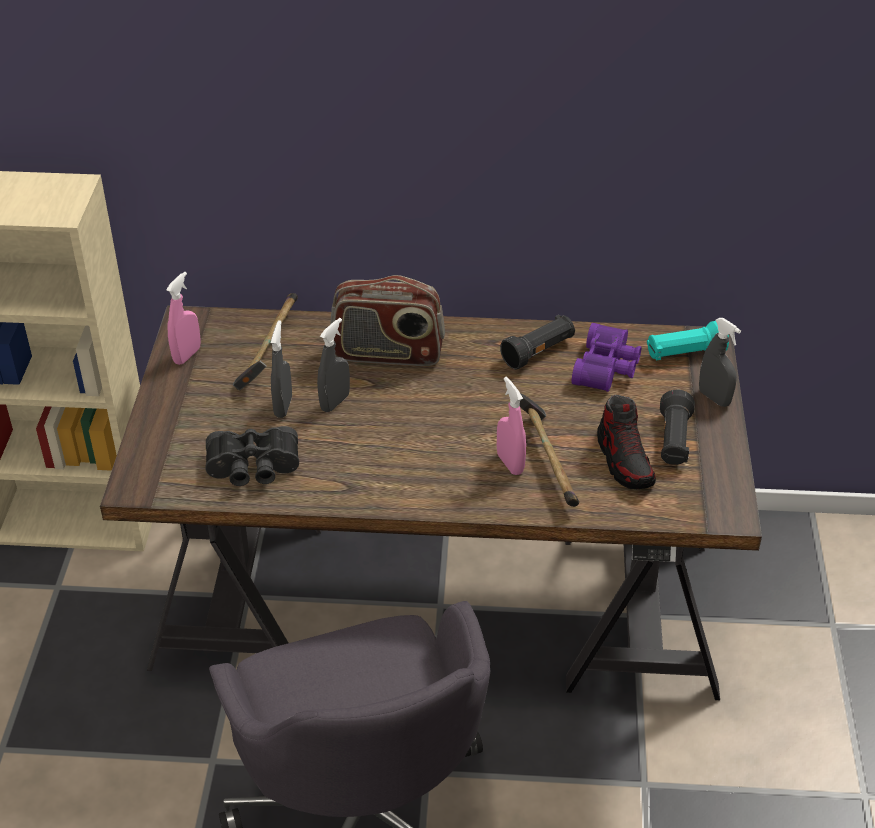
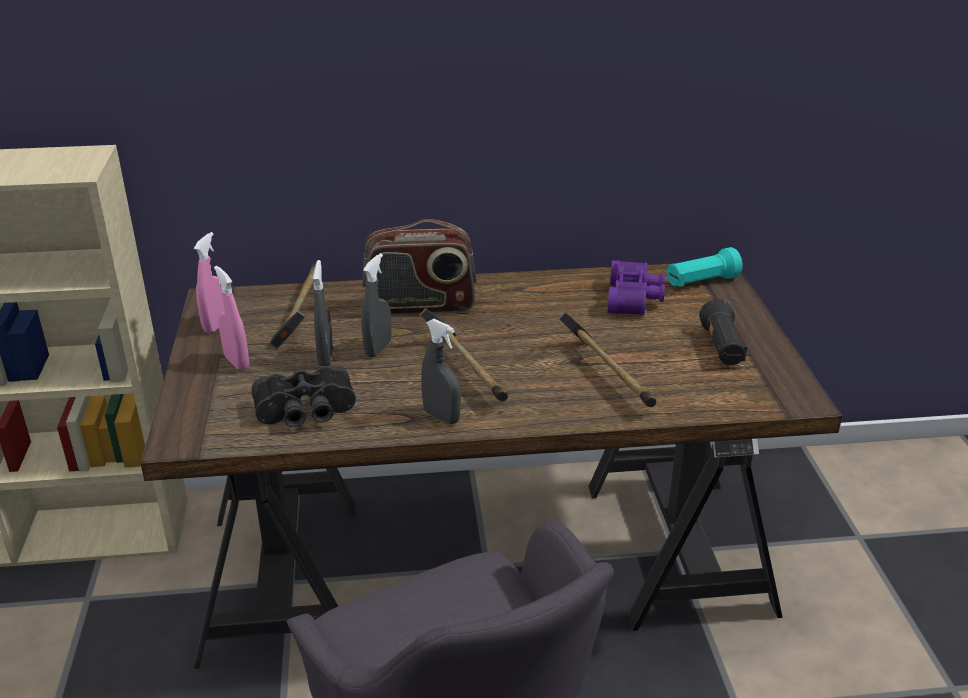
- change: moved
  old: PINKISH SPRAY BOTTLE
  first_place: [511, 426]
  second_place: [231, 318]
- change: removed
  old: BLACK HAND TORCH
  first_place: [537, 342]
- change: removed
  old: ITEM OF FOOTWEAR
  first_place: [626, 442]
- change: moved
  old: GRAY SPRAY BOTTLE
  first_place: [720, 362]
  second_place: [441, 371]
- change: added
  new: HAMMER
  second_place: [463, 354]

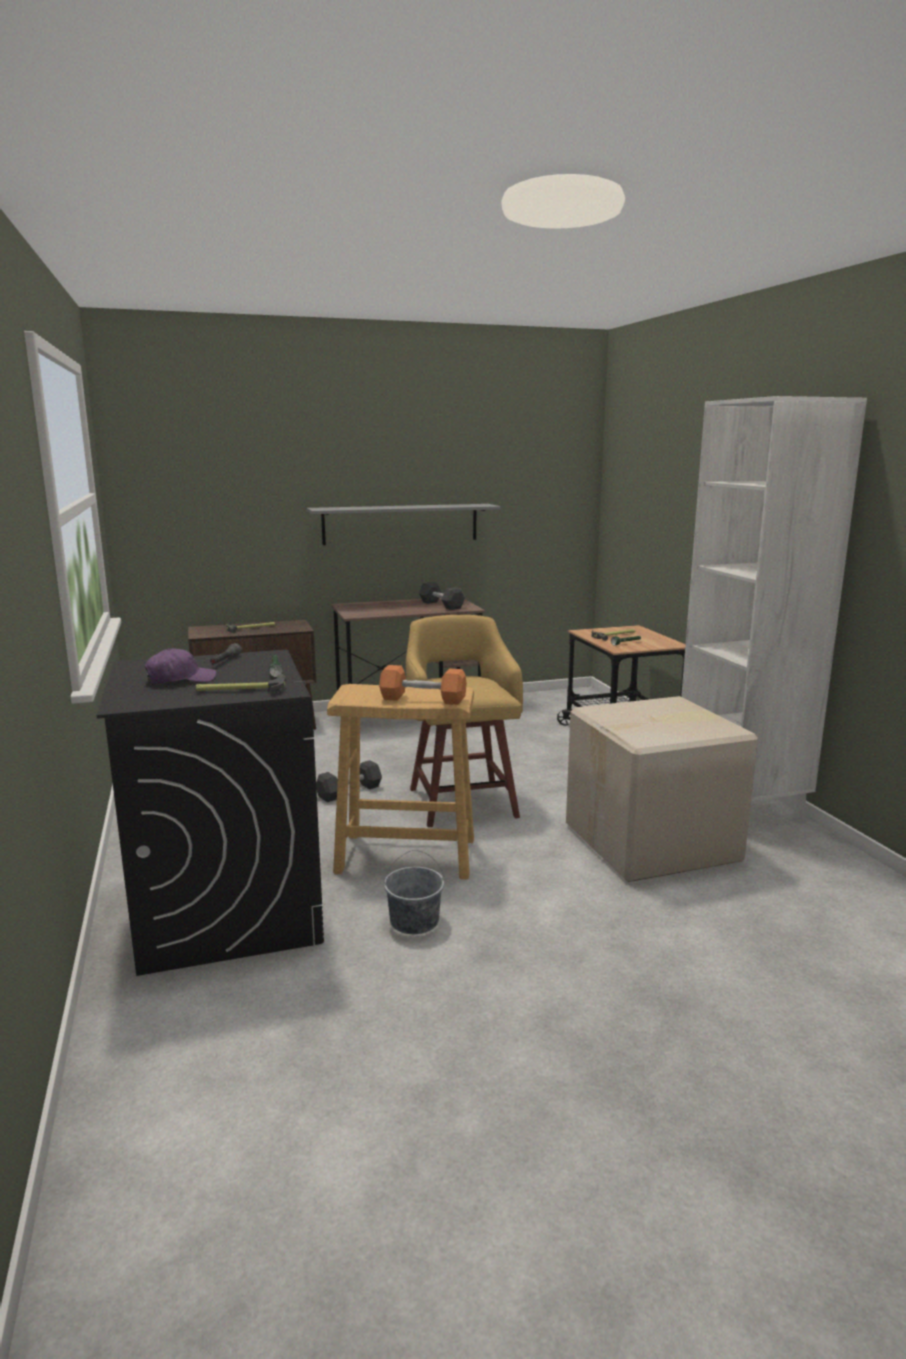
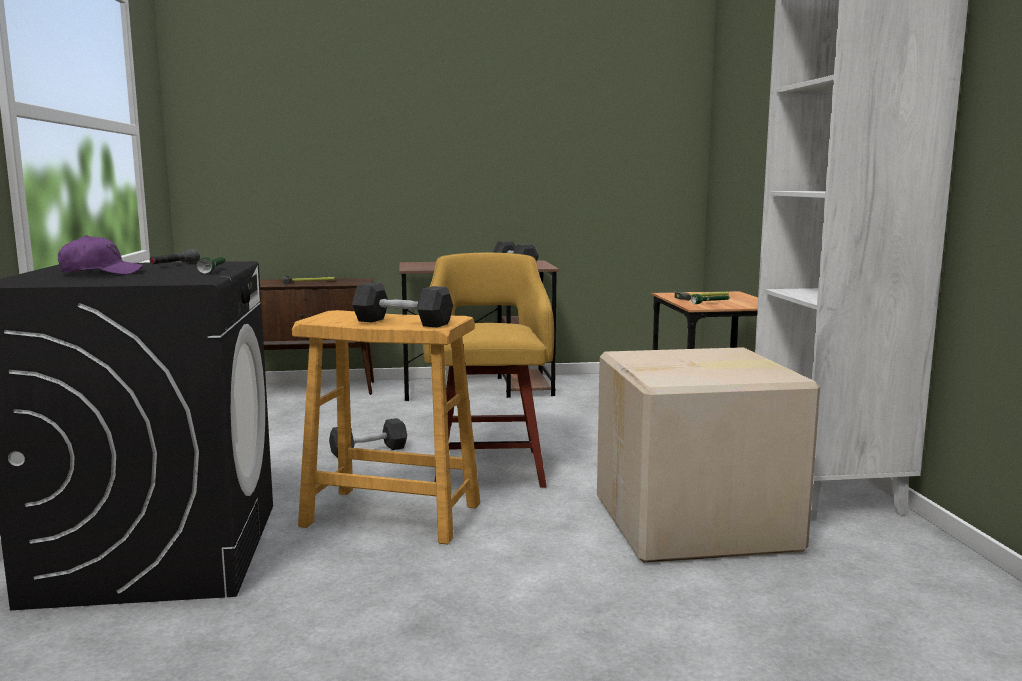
- change: removed
  old: HAMMER
  first_place: [241, 685]
- change: removed
  old: GRAY WALL SHELF
  first_place: [403, 524]
- change: recoloured
  old: ORANGE FREE WEIGHT
  new: BLACK FREE WEIGHT
  first_place: [423, 685]
  second_place: [402, 305]
- change: removed
  old: GRAY PAIL
  first_place: [414, 892]

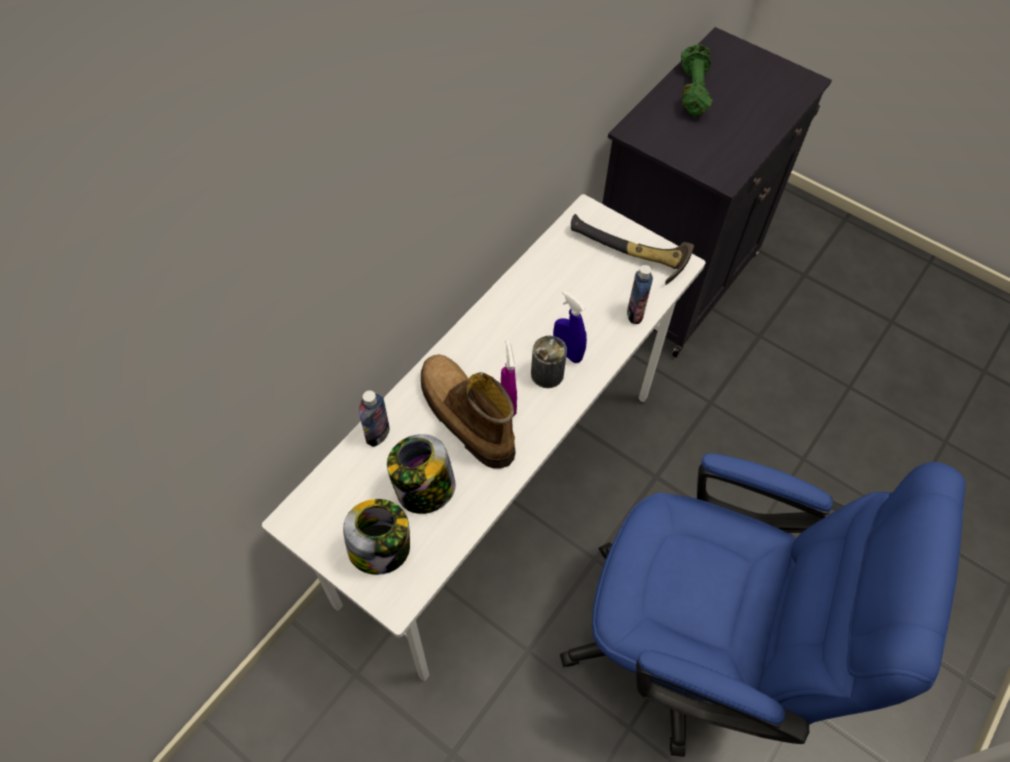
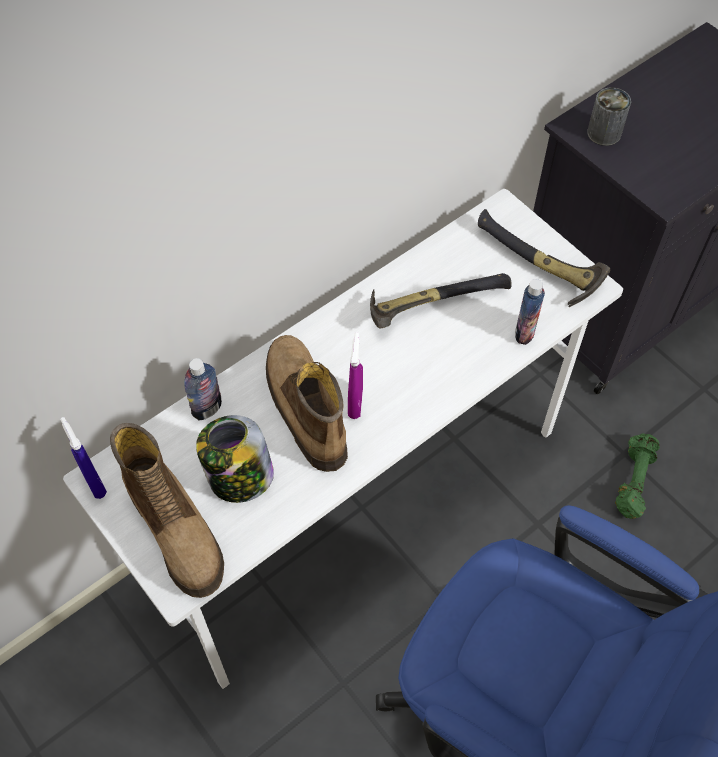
- change: replaced
  old: JAR
  new: TALL BOOT
  first_place: [376, 537]
  second_place: [167, 510]
- change: moved
  old: CAN
  first_place: [549, 362]
  second_place: [609, 116]
- change: moved
  old: BLUE-COLOURED SPRAY BOTTLE
  first_place: [570, 326]
  second_place: [83, 458]
- change: moved
  old: GREEN FREE WEIGHT
  first_place: [697, 80]
  second_place: [637, 476]
- change: added
  new: HAMMER
  second_place: [441, 301]

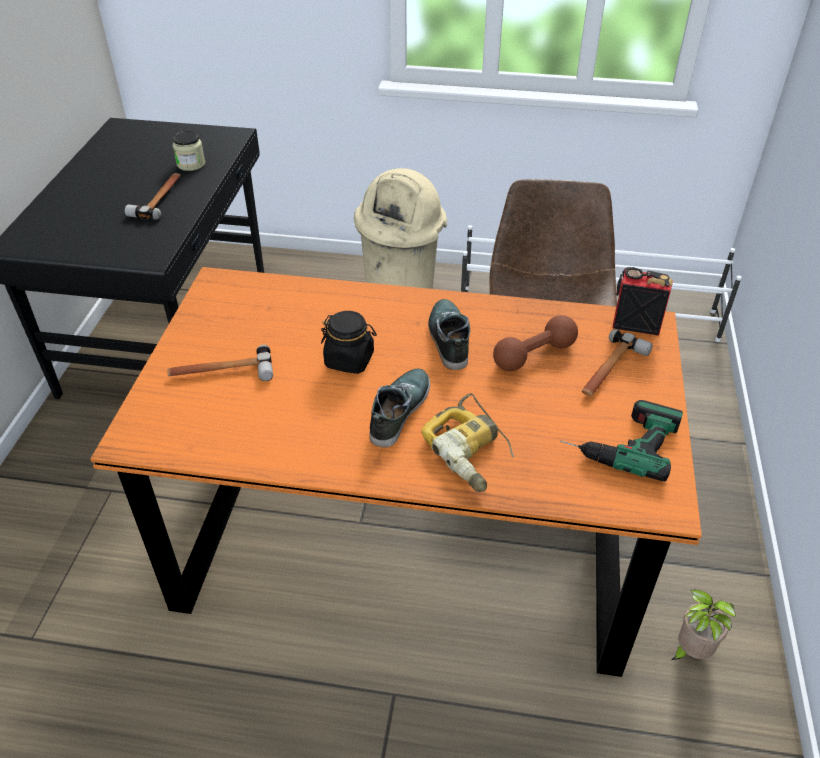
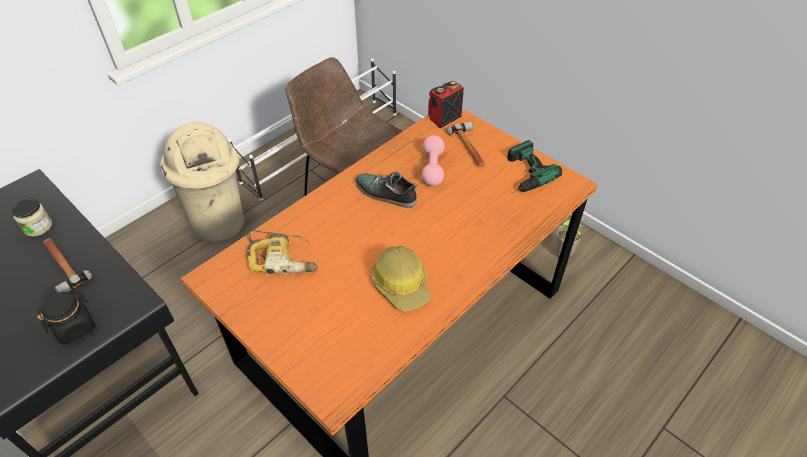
- change: removed
  old: HAMMER
  first_place: [220, 363]
- change: moved
  old: BLACK JAR
  first_place: [349, 342]
  second_place: [66, 318]
- change: removed
  old: ITEM OF FOOTWEAR
  first_place: [399, 407]
- change: moved
  old: POWER DRILL
  first_place: [467, 442]
  second_place: [282, 252]
- change: recoloured
  old: BROWNISH FREE WEIGHT
  new: PINKISH FREE WEIGHT
  first_place: [535, 343]
  second_place: [433, 160]
- change: added
  new: WORK HELMET
  second_place: [401, 279]

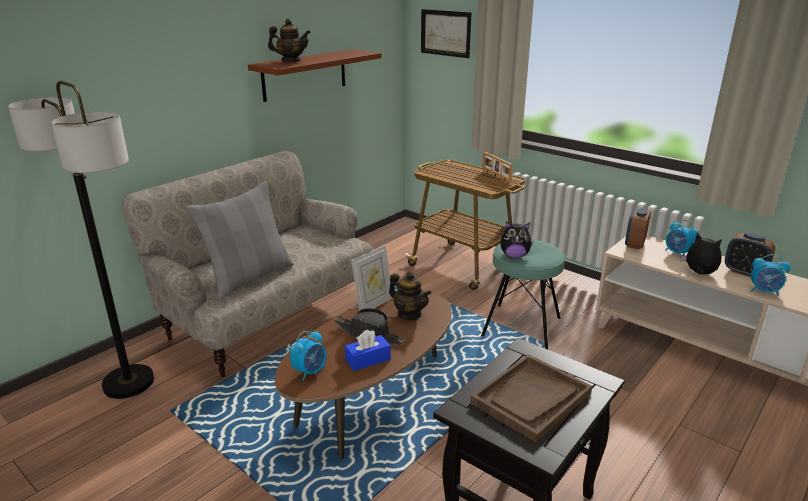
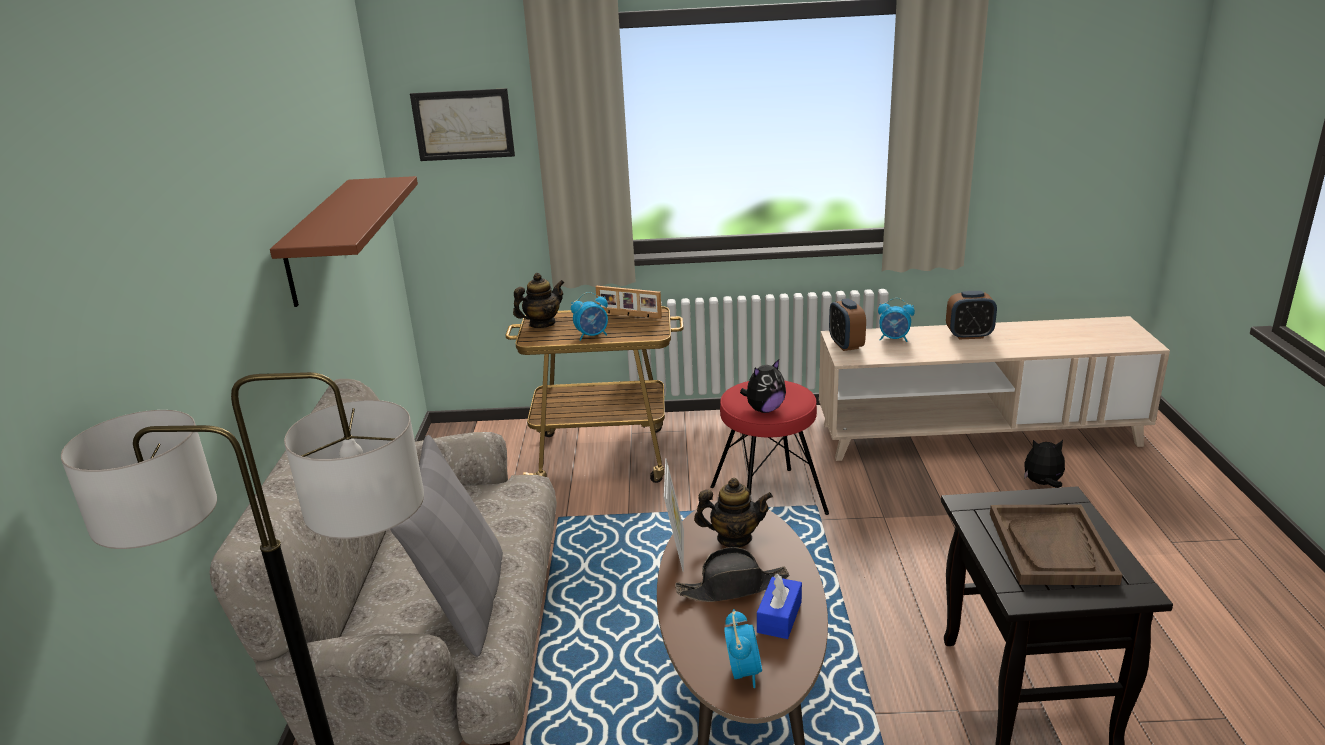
- change: moved
  old: TEA POT
  first_place: [289, 40]
  second_place: [539, 300]
- change: recoloured
  old: TURQUOISE STOOL
  new: RED STOOL
  first_place: [523, 294]
  second_place: [769, 447]
- change: moved
  old: SOFT TOY
  first_place: [701, 253]
  second_place: [1044, 464]
- change: moved
  old: TABLE CLOCK
  first_place: [770, 275]
  second_place: [589, 316]

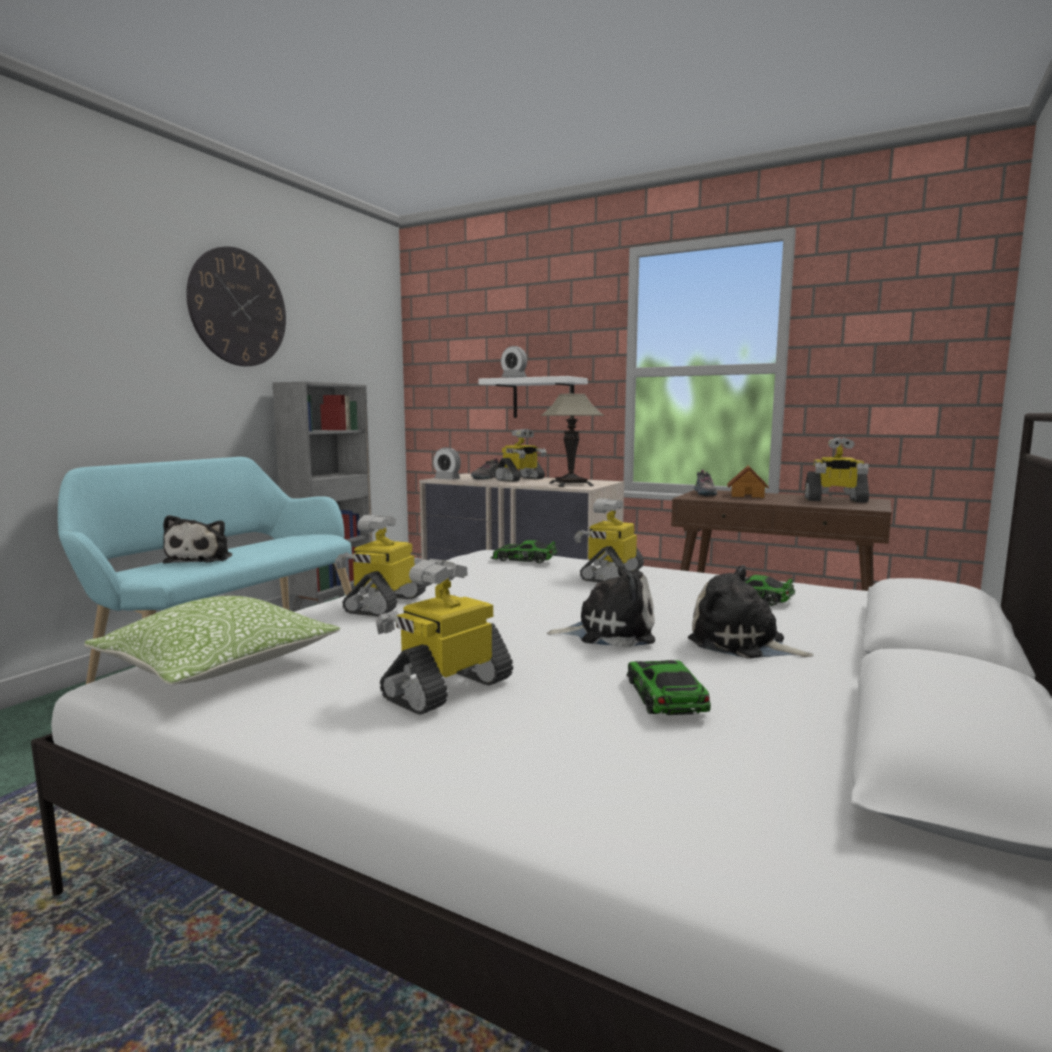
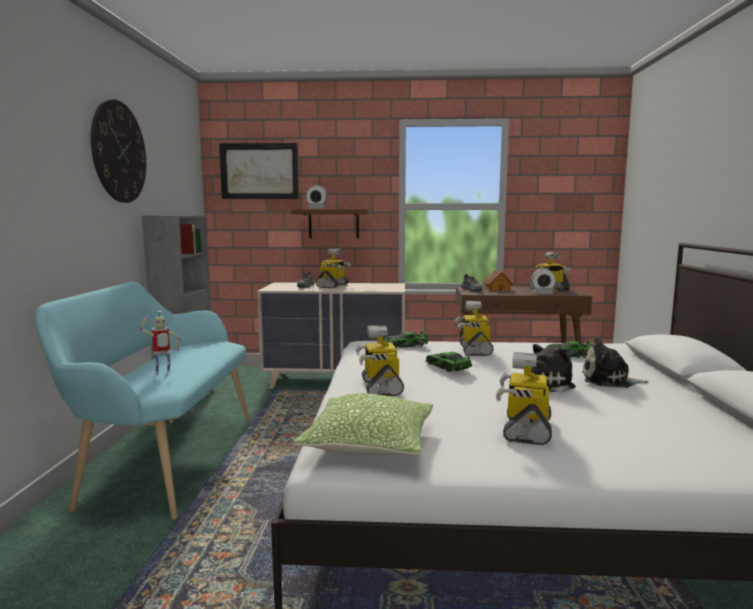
- change: replaced
  old: SOFT TOY
  new: MODEL ROBOT
  first_place: [197, 539]
  second_place: [160, 342]
- change: moved
  old: TABLE CLOCK
  first_place: [447, 463]
  second_place: [543, 281]
- change: recoloured
  old: WHITE-COLOURED WALL SHELF
  new: BROWNISH WALL SHELF
  first_place: [533, 397]
  second_place: [330, 224]
- change: removed
  old: TABLETOP LAMP
  first_place: [572, 440]
- change: moved
  old: MODEL CAR
  first_place: [669, 687]
  second_place: [448, 362]
- change: added
  new: WALL ART
  second_place: [259, 171]

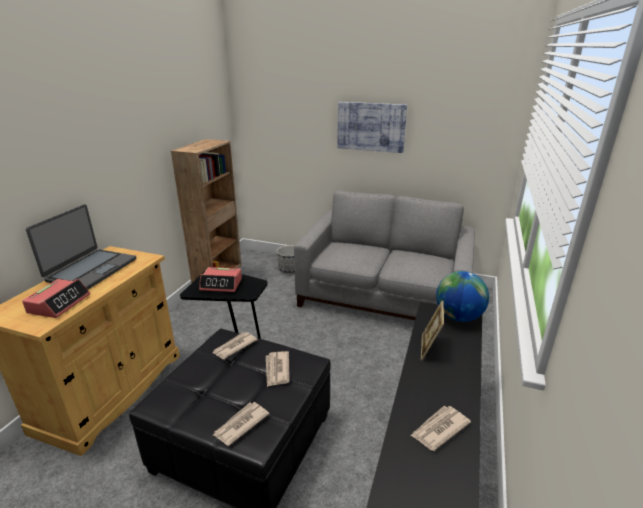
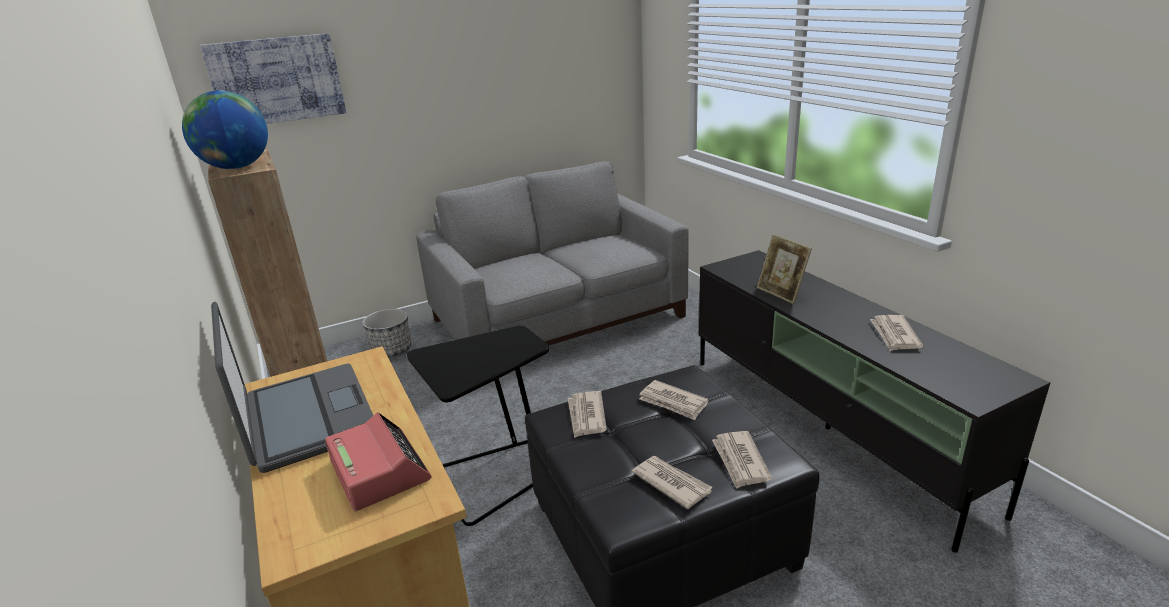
- change: removed
  old: TABLE CLOCK
  first_place: [220, 279]
- change: moved
  old: WALL ART
  first_place: [372, 127]
  second_place: [273, 78]
- change: moved
  old: WORLD GLOBE
  first_place: [462, 296]
  second_place: [225, 129]
- change: added
  new: NEWSPAPER
  second_place: [672, 482]

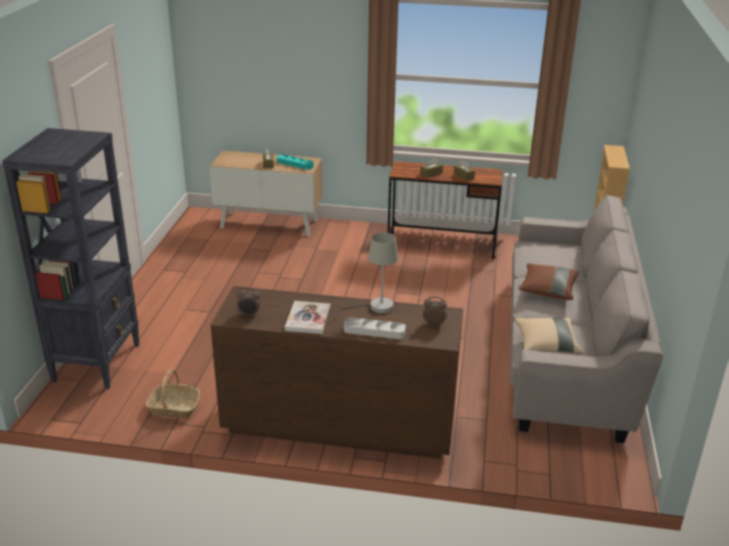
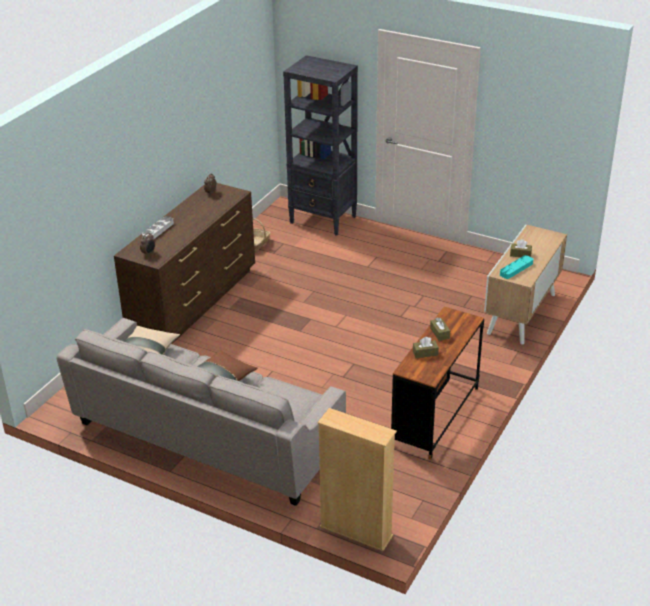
- change: removed
  old: VOLUME
  first_place: [308, 317]
- change: removed
  old: GRAY TABLETOP LAMP
  first_place: [366, 277]

